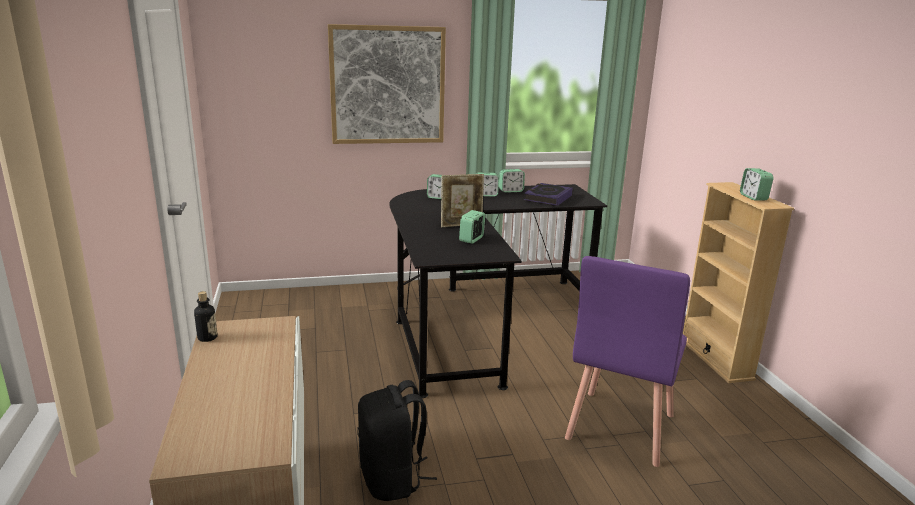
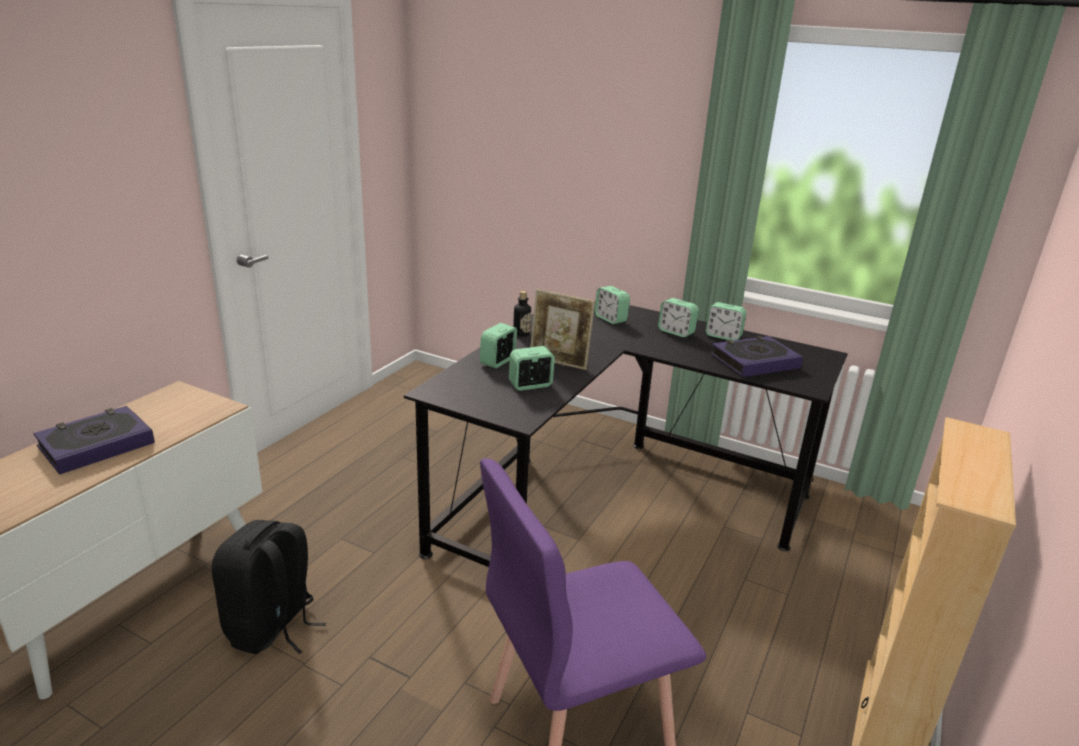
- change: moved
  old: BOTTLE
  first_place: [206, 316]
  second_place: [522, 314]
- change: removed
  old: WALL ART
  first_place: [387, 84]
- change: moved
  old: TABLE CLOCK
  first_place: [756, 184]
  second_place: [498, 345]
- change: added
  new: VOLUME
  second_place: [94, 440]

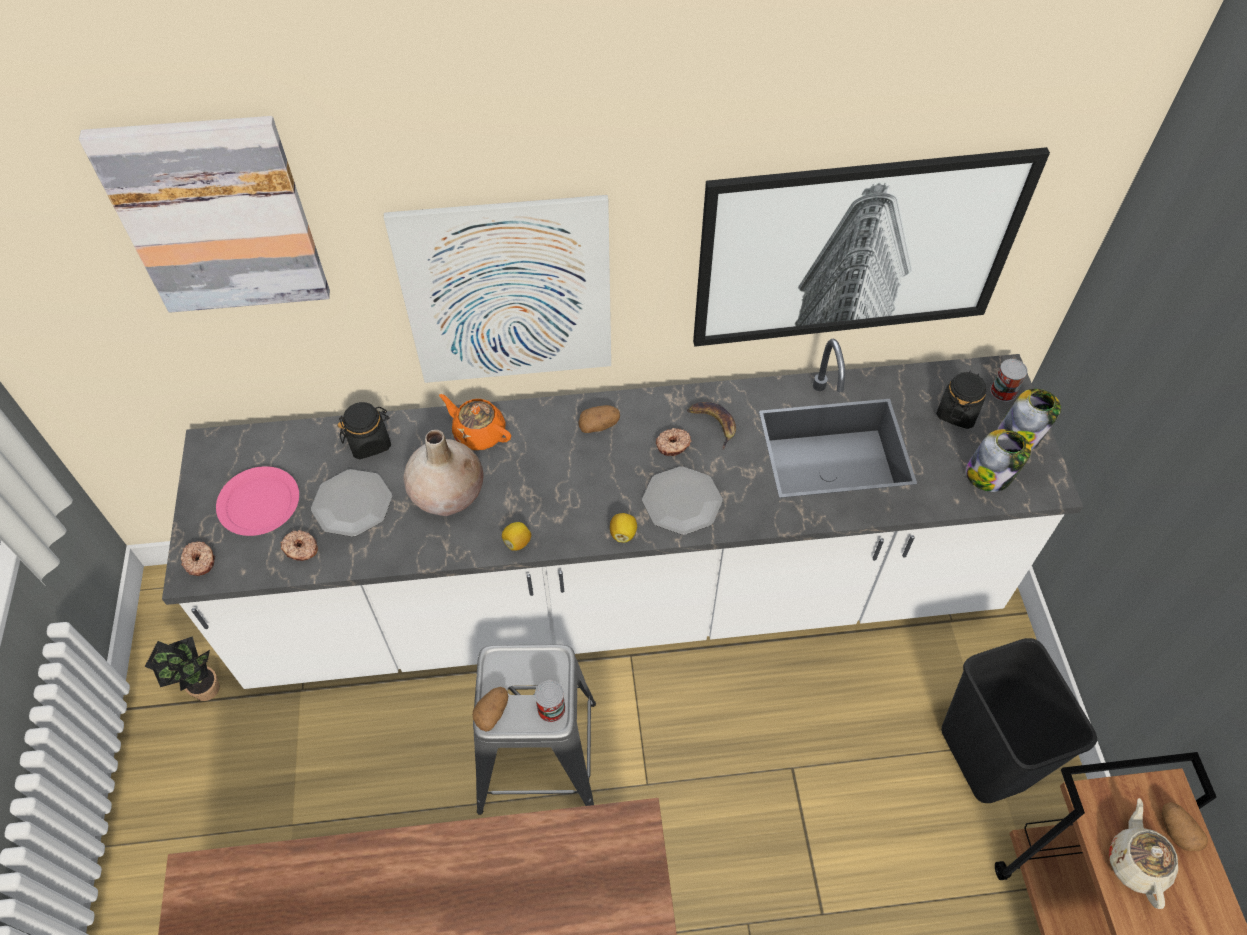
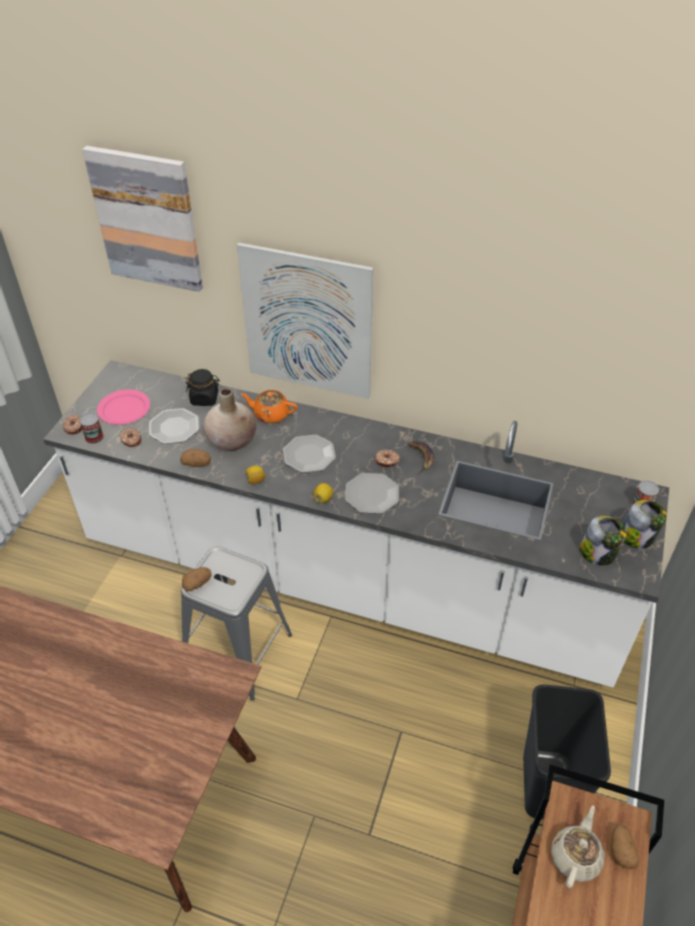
- change: removed
  old: PLANT IN A POT
  first_place: [182, 668]
- change: turned
  old: ORANGE TEA POT
  first_place: [475, 422]
  second_place: [269, 406]
  degrees: -45
- change: moved
  old: CAN
  first_place: [550, 701]
  second_place: [91, 428]
- change: moved
  old: WHOLE POTATO
  first_place: [599, 419]
  second_place: [195, 458]
- change: removed
  old: WALL ART
  first_place: [871, 247]
- change: removed
  old: BLACK JAR
  first_place: [961, 399]
- change: added
  new: FLAT DISH
  second_place: [309, 454]

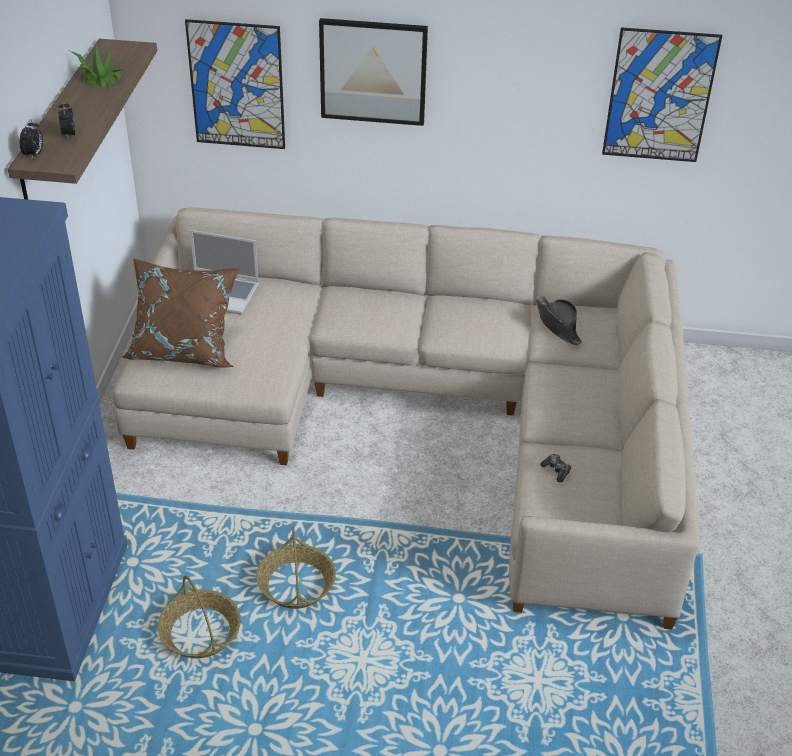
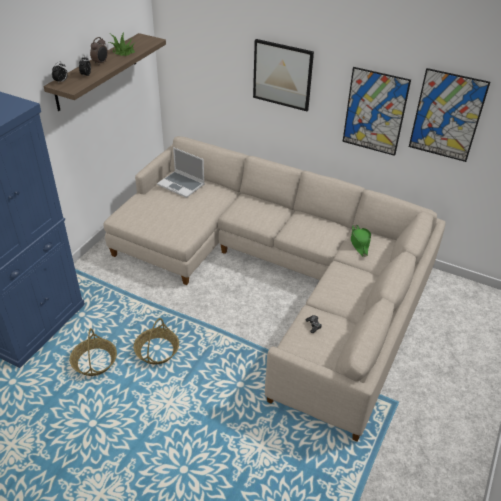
- change: removed
  old: BROWNISH CUSHION
  first_place: [181, 313]
- change: moved
  old: WALL ART
  first_place: [235, 84]
  second_place: [376, 111]
- change: recoloured
  old: BLACK HAT
  new: GREEN HAT
  first_place: [559, 321]
  second_place: [361, 241]
- change: added
  new: TABLE CLOCK
  second_place: [99, 51]

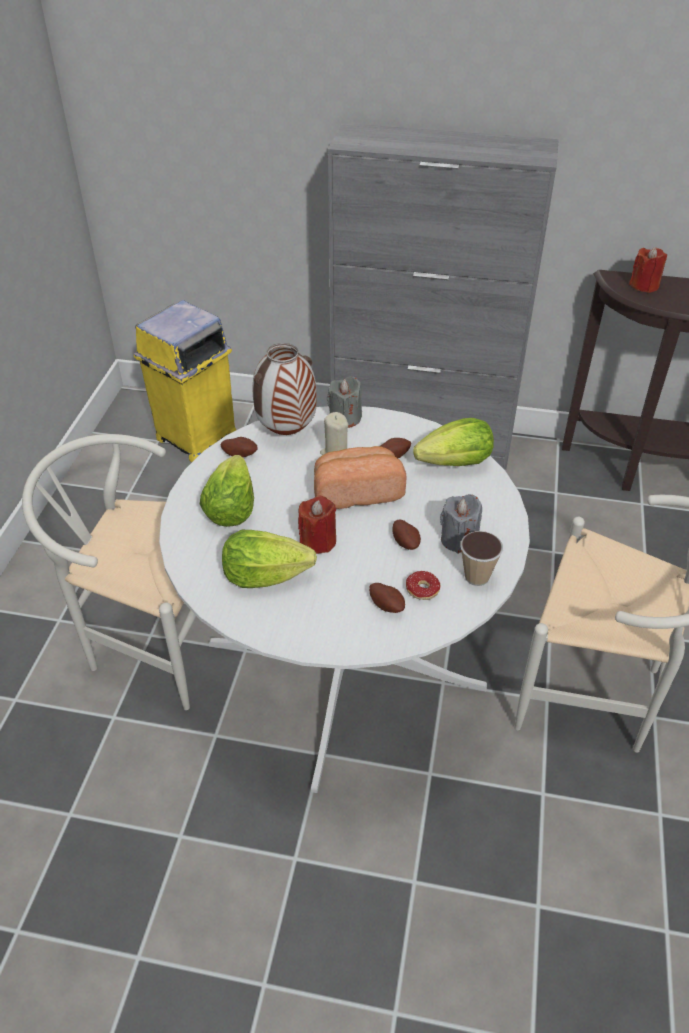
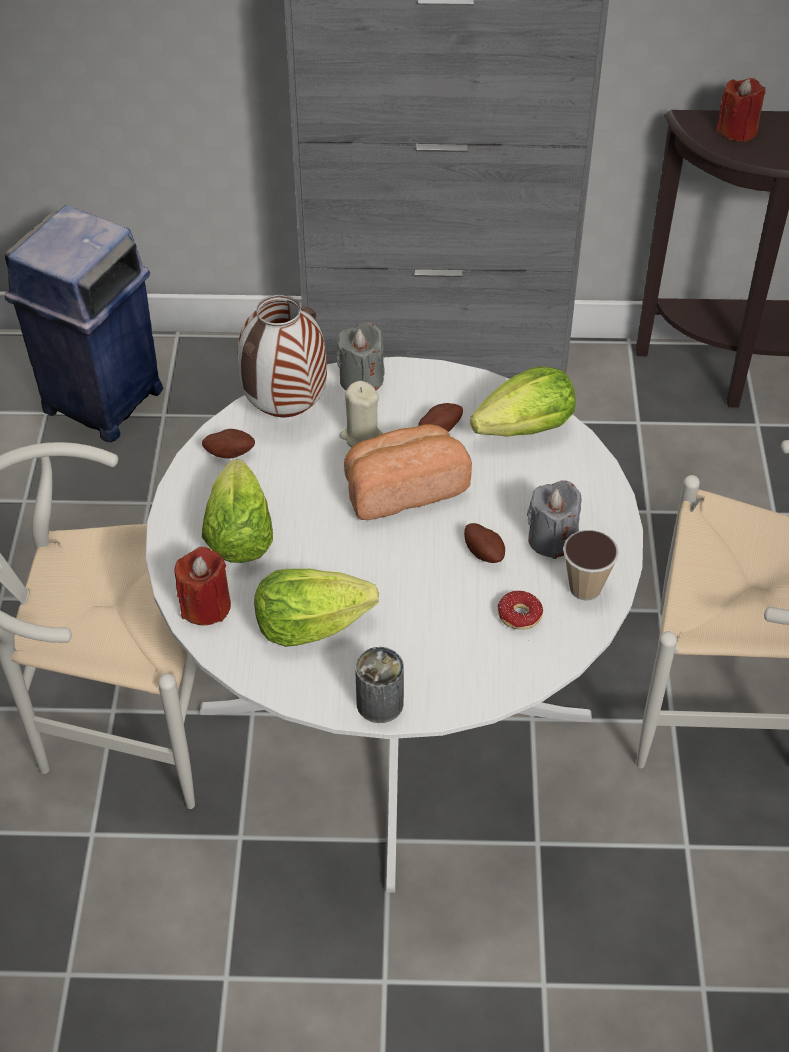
- change: recoloured
  old: YELLOW RUBBISH BIN
  new: BLUE-COLOURED RUBBISH BIN
  first_place: [185, 381]
  second_place: [84, 323]
- change: moved
  old: RED WAX LIGHT
  first_place: [317, 524]
  second_place: [203, 586]
- change: removed
  old: WHOLE POTATO
  first_place: [387, 598]
- change: added
  new: CAN
  second_place: [379, 685]

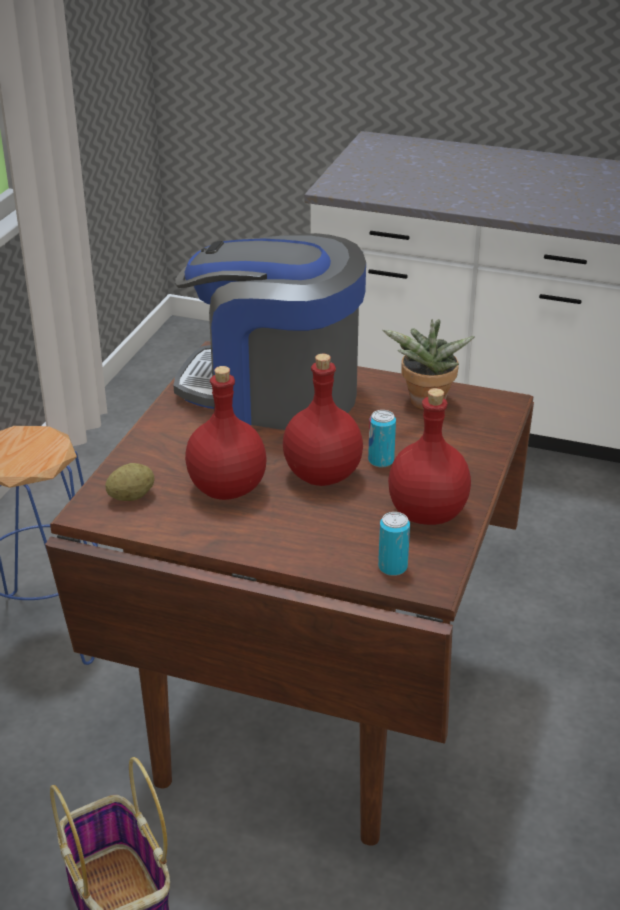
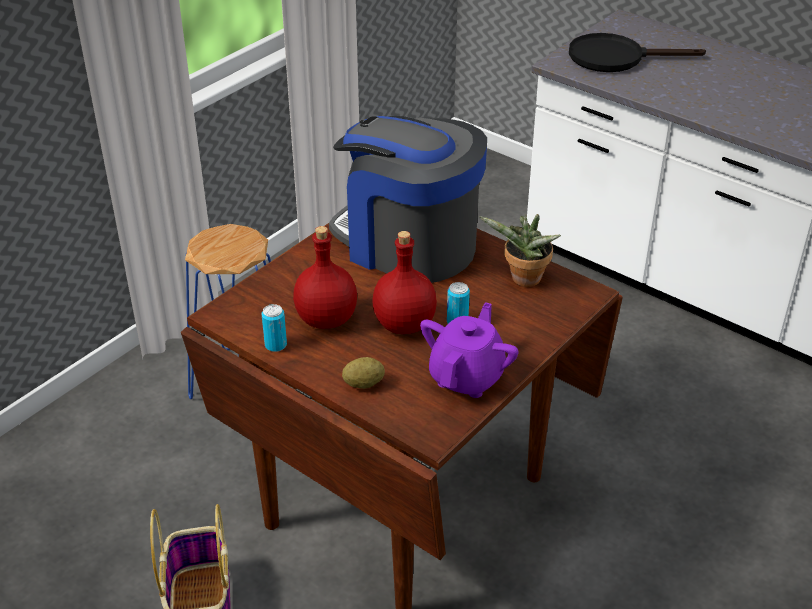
- change: moved
  old: WHOLE POTATO
  first_place: [129, 482]
  second_place: [363, 373]
- change: moved
  old: CAN
  first_place: [394, 544]
  second_place: [274, 328]
- change: replaced
  old: RED BOTTLE
  new: PURPLE TEA POT
  first_place: [429, 456]
  second_place: [469, 350]
- change: added
  new: BLACK PAN
  second_place: [637, 52]

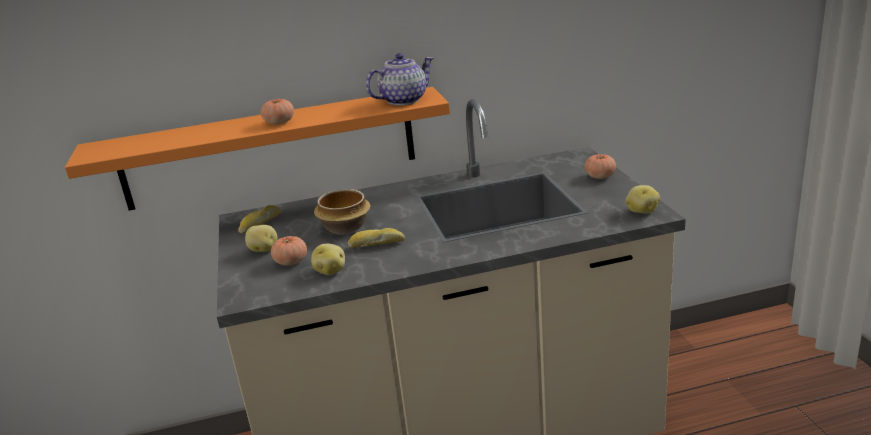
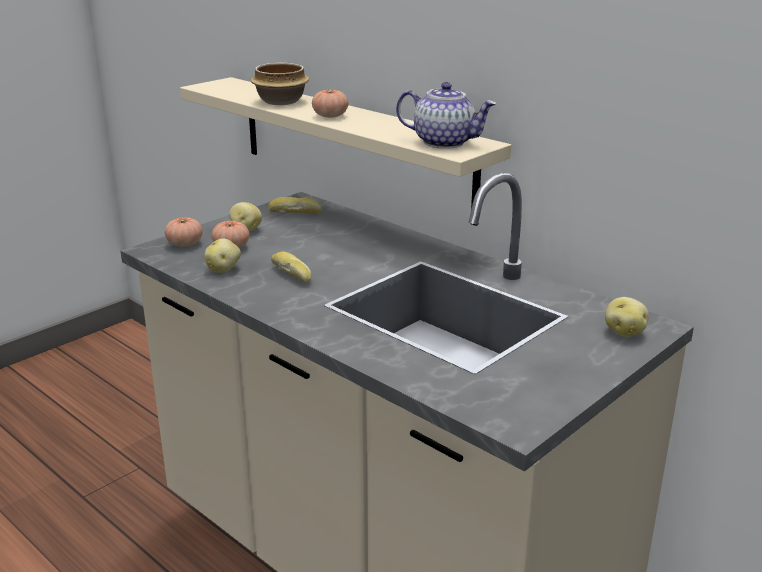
- change: recoloured
  old: ORANGE WALL SHELF
  new: BEIGE-COLOURED WALL SHELF
  first_place: [257, 149]
  second_place: [345, 151]
- change: moved
  old: BOWL
  first_place: [342, 212]
  second_place: [280, 84]
- change: moved
  old: WHOLE TOMATO
  first_place: [600, 166]
  second_place: [184, 232]
- change: moved
  old: WHOLE POTATO
  first_place: [642, 199]
  second_place: [627, 317]

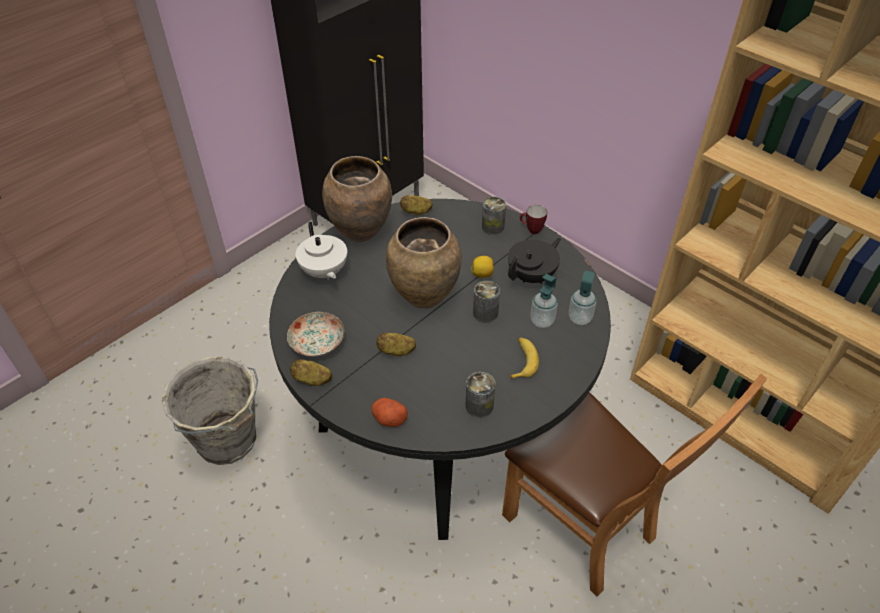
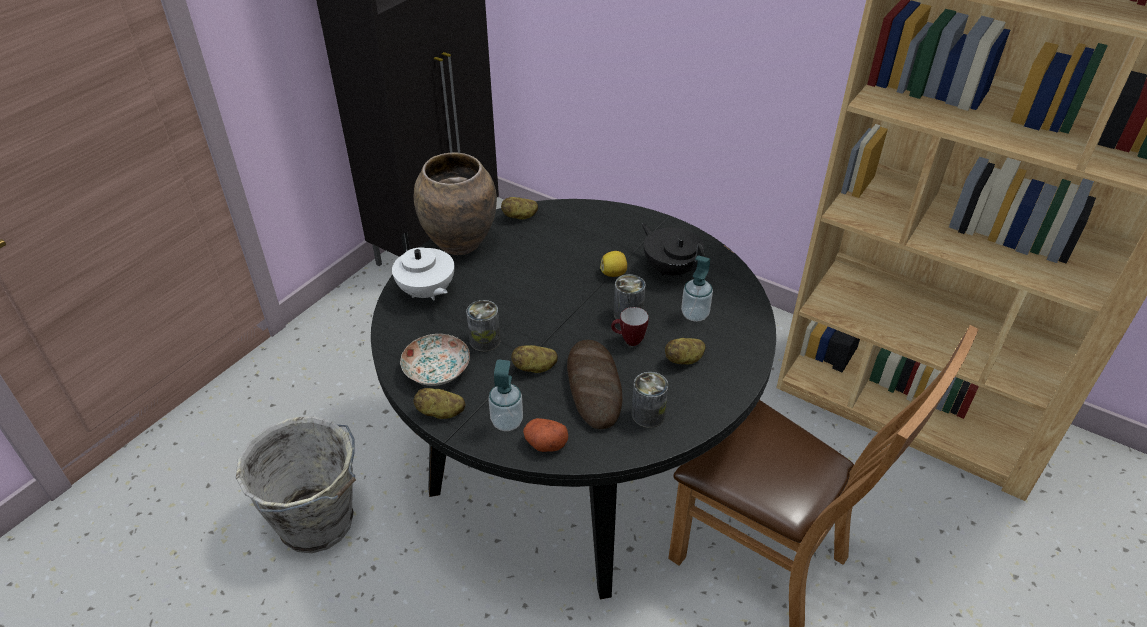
- change: removed
  old: BROWNISH VASE
  first_place: [424, 263]
- change: moved
  old: CAN
  first_place: [494, 216]
  second_place: [483, 326]
- change: turned
  old: BLACK TEA POT
  first_place: [534, 261]
  second_place: [673, 250]
  degrees: -75
- change: replaced
  old: BANANA FRUIT
  new: WHOLE POTATO
  first_place: [524, 358]
  second_place: [685, 351]
- change: moved
  old: COFFEE MUG
  first_place: [533, 219]
  second_place: [630, 326]
- change: moved
  old: SOAP BOTTLE
  first_place: [582, 298]
  second_place: [506, 395]
- change: added
  new: BAKERY BREAD
  second_place: [594, 384]

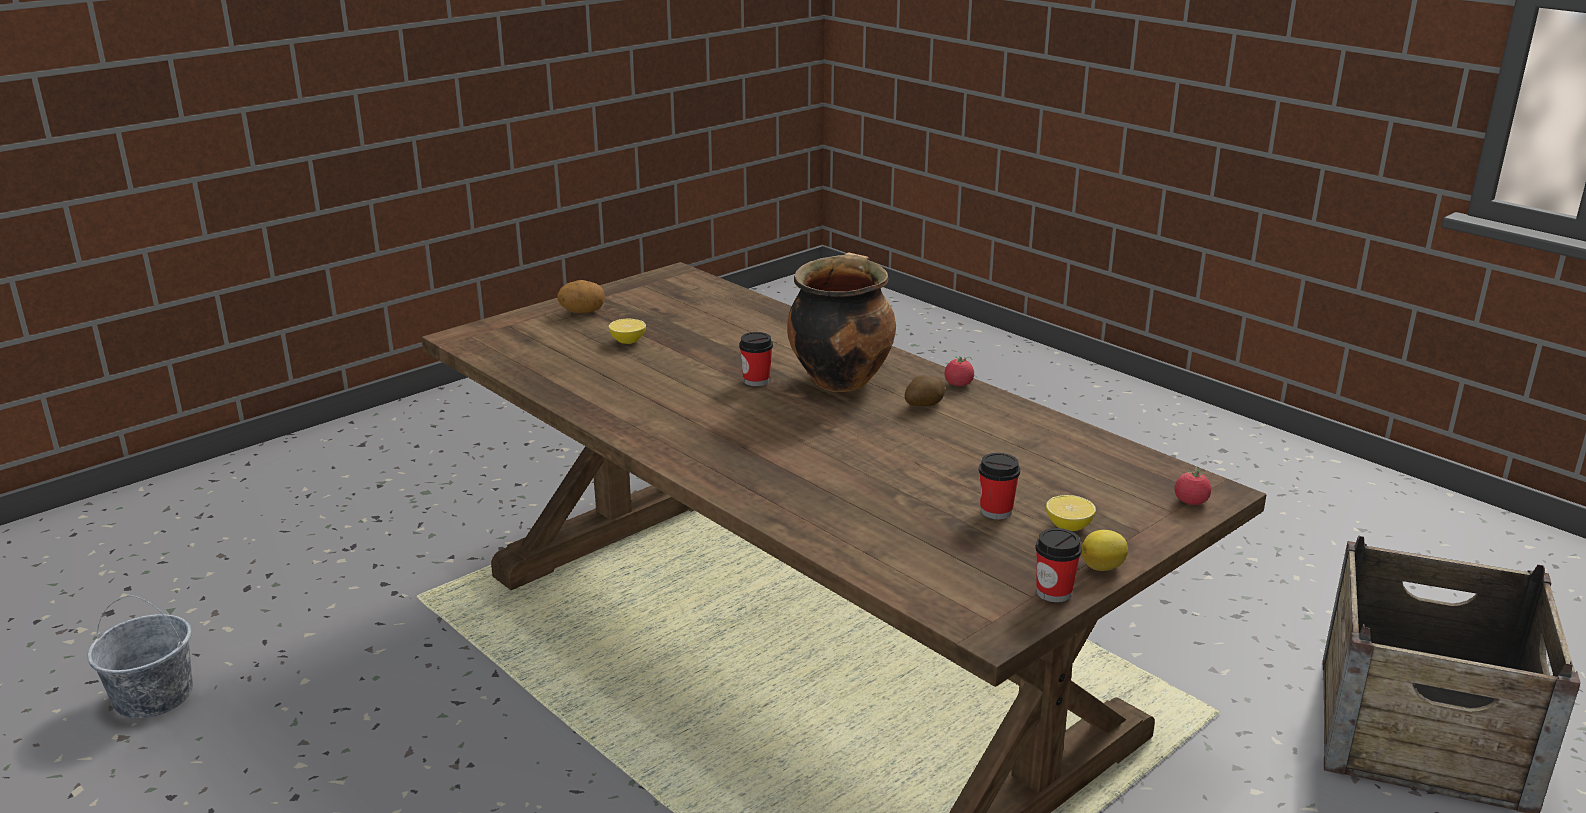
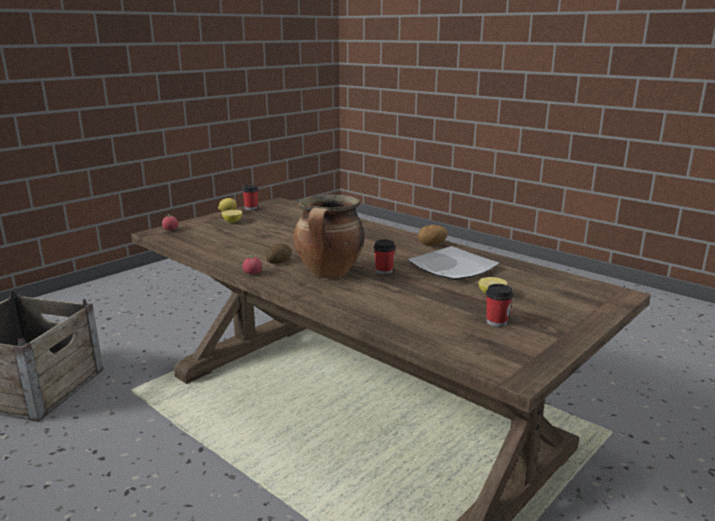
- change: removed
  old: GRAY PAIL
  first_place: [140, 657]
- change: moved
  old: WHOLE POTATO
  first_place: [581, 296]
  second_place: [433, 235]
- change: moved
  old: DRINKING CUP
  first_place: [999, 486]
  second_place: [499, 305]
- change: added
  new: FLAT DISH
  second_place: [453, 263]

